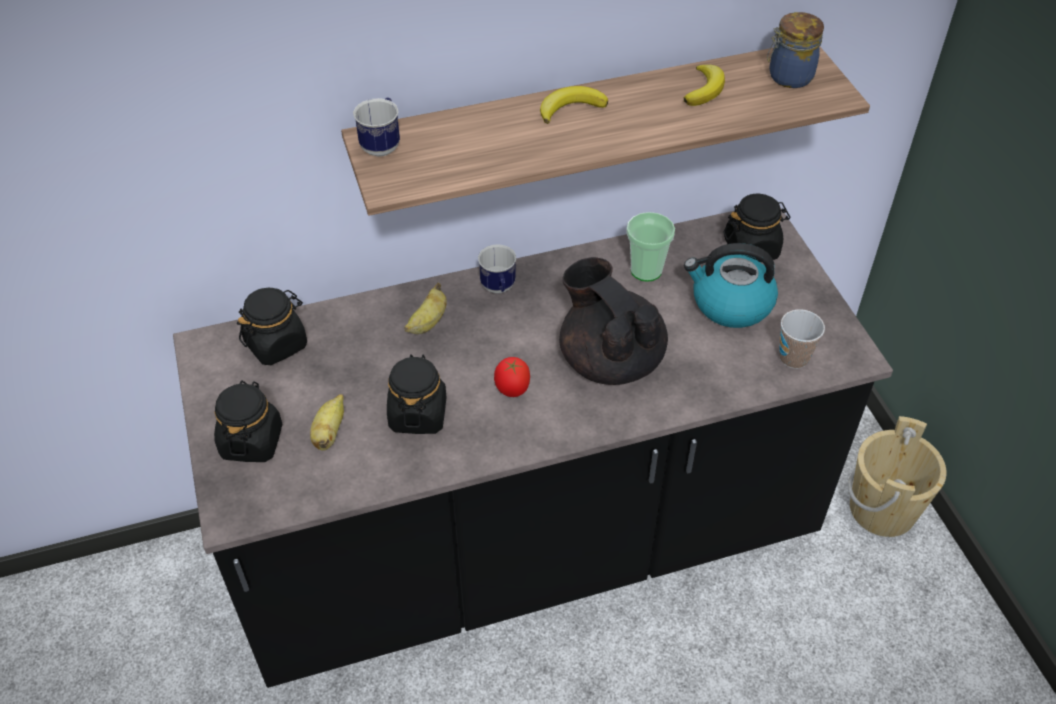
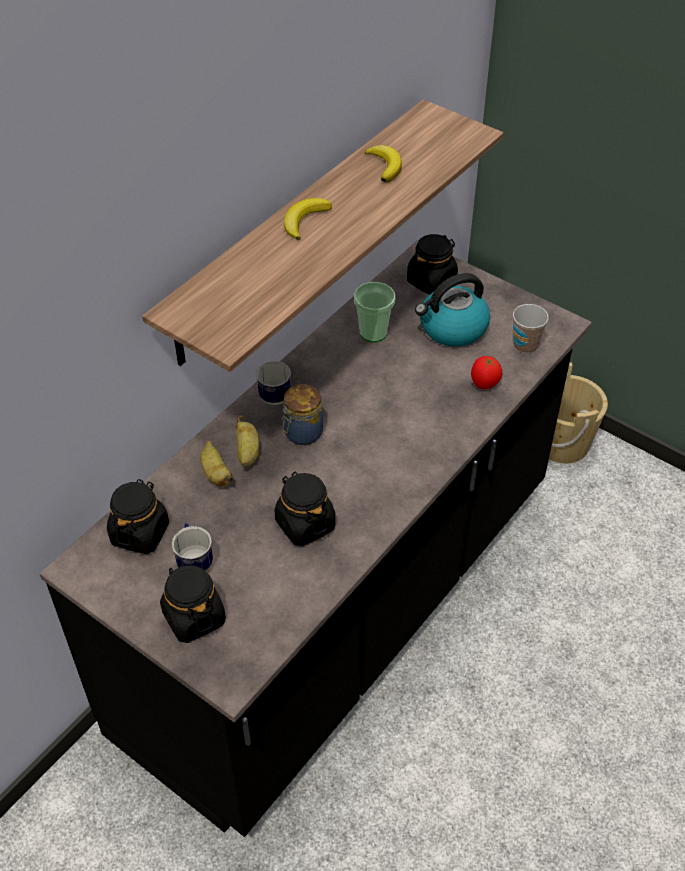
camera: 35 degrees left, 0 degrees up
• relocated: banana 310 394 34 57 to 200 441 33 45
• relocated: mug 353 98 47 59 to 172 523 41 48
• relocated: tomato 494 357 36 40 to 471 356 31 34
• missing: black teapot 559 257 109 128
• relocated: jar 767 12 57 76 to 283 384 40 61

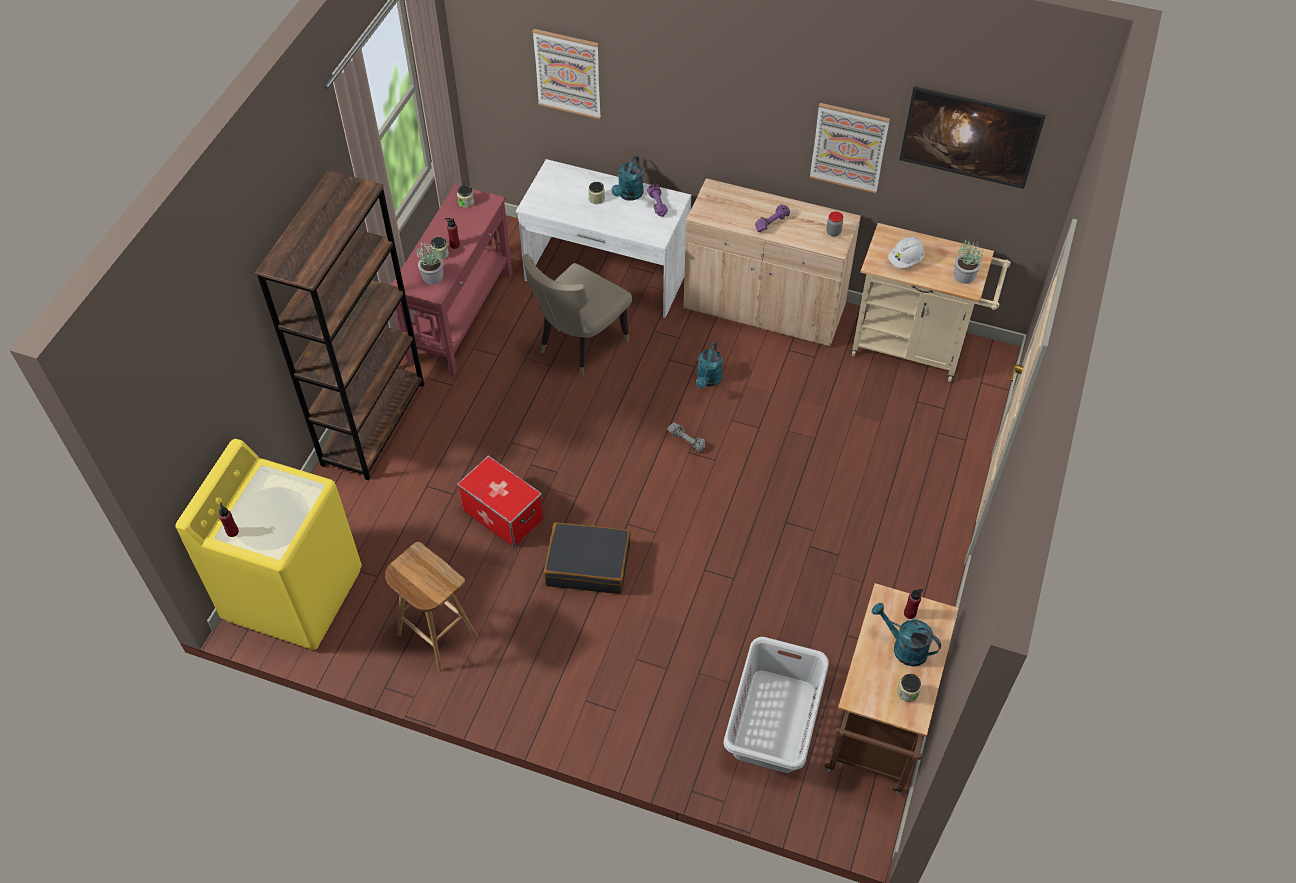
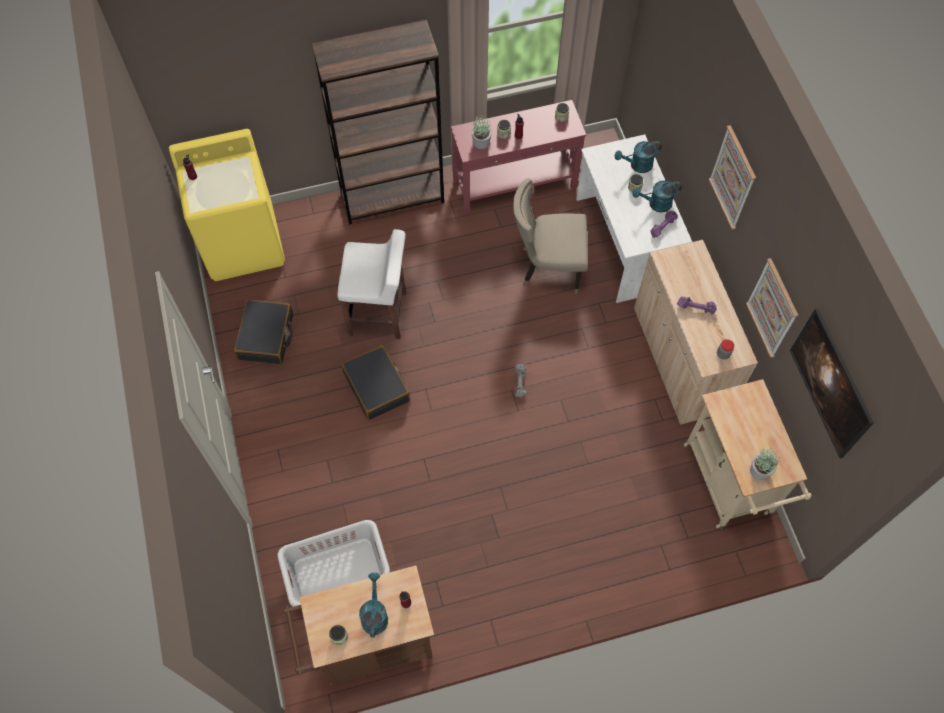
camera: 55 degrees right, 10 degrees up
• exchanged: brown stool 385 542 93 130 to black suitcase 234 299 59 65
• exchanged: storage box 457 456 87 92 to white stool 337 229 69 110
• relocated: picture 532 29 69 90 to 709 125 47 105
• relocated: turquoise watering can 696 342 27 46 to 615 141 46 32
• missing: white hard hat 888 237 37 31

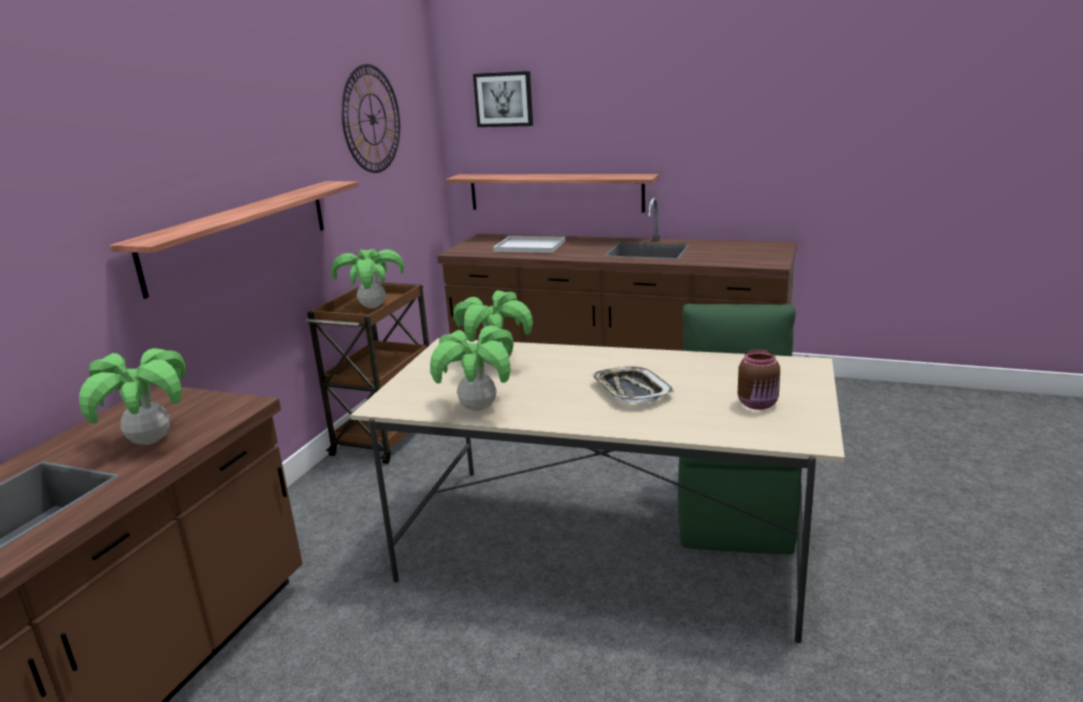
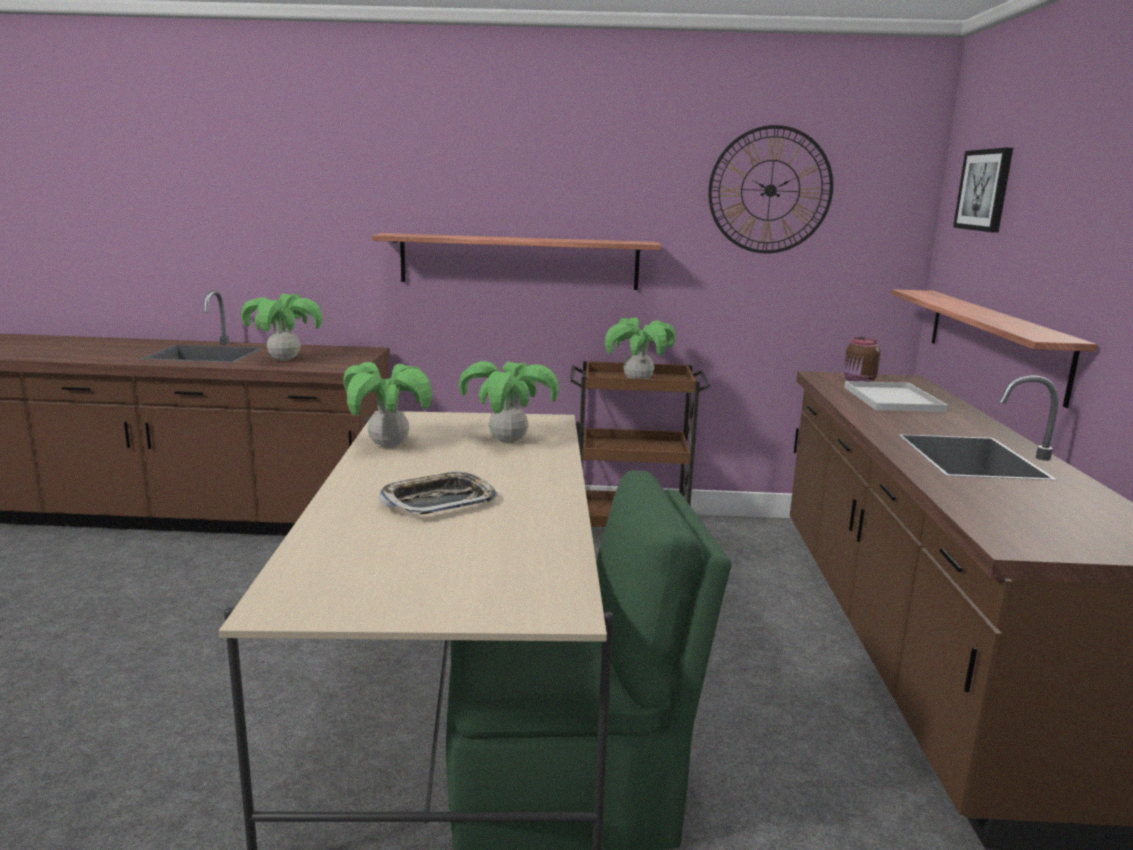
camera: 70 degrees right, 5 degrees down
• relocated: brown jar 738 350 42 60 to 844 337 37 45

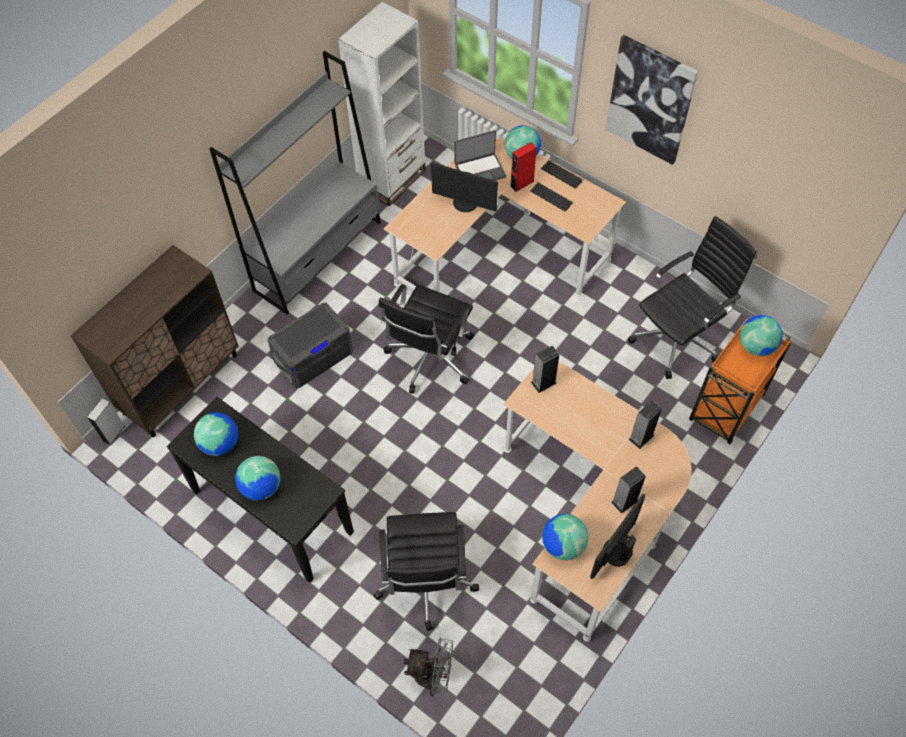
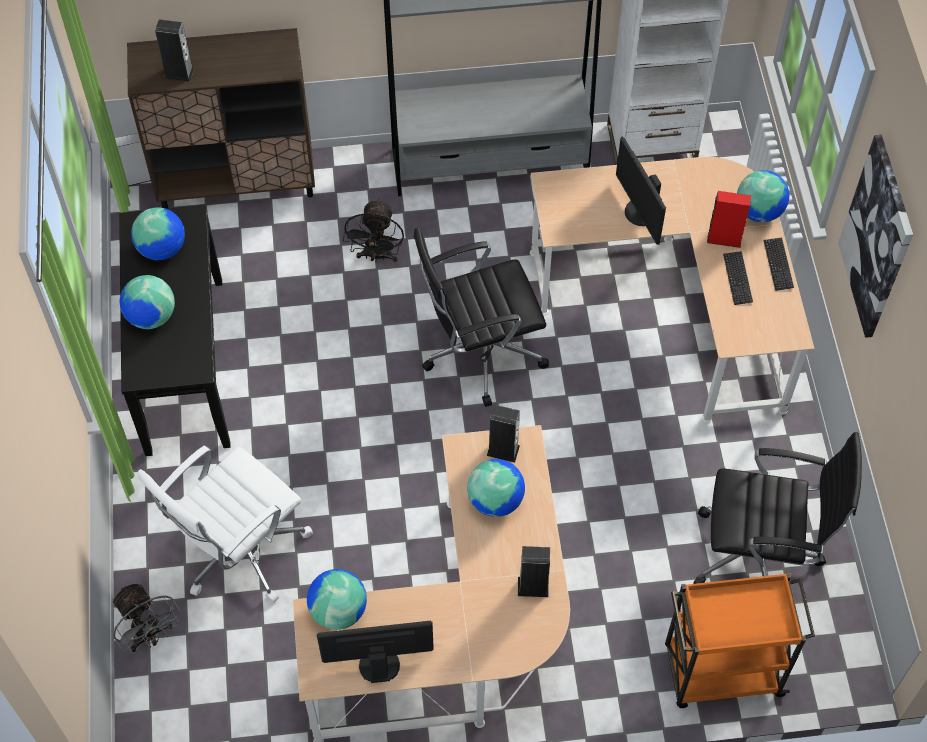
camera: 45 degrees right, 0 degrees up
• exchanged: grey storage box 268 303 85 85 to black fan 343 198 61 65
• colour: black office chair 373 512 106 119 to white office chair 138 446 175 157
• missing: laptop 454 130 52 50
• relocated: speaker 611 466 35 48 to 155 19 39 63
• relocated: globe 740 315 43 41 to 467 459 58 58

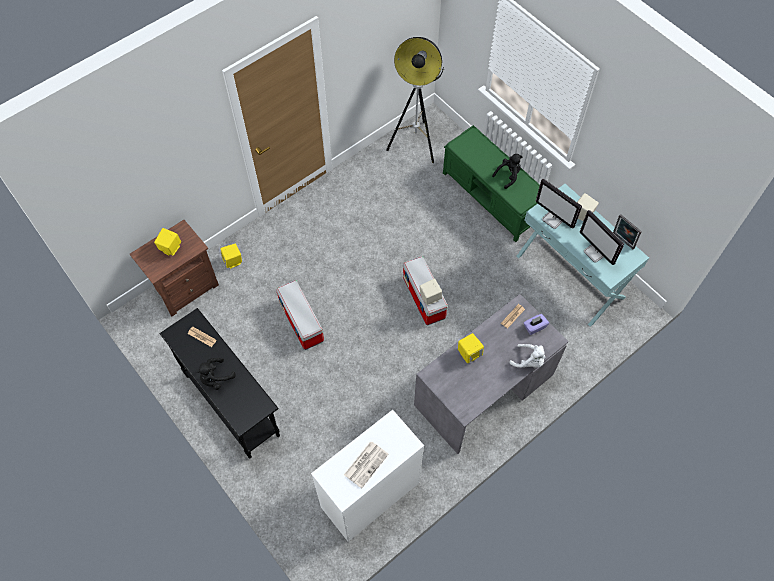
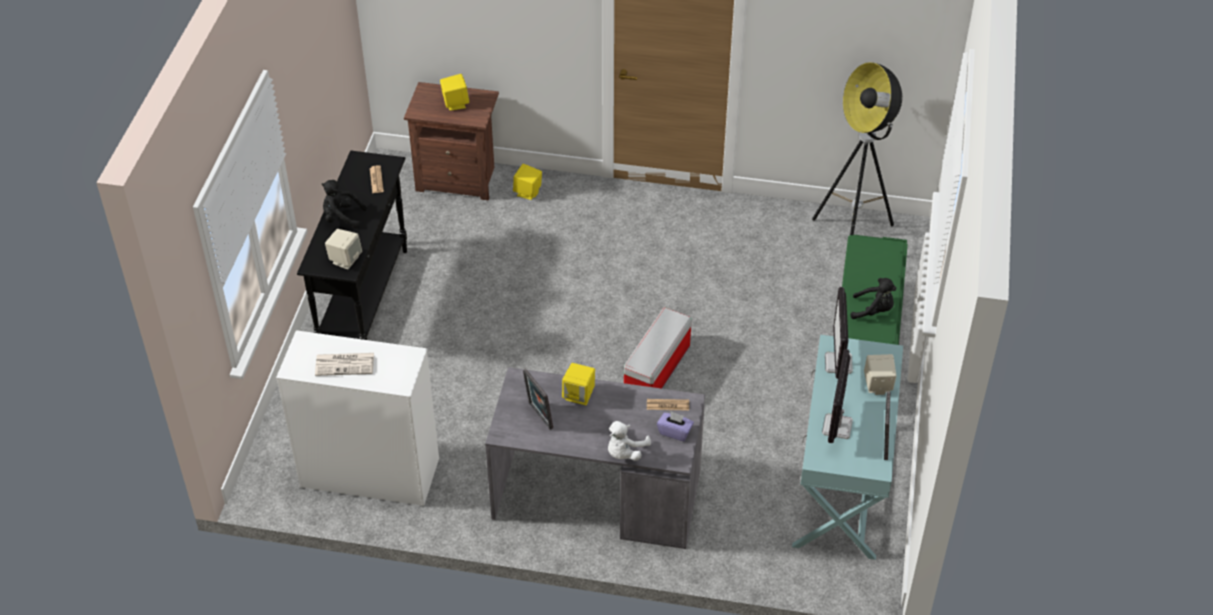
camera: 50 degrees right, 15 degrees down
• missing: storage box 276 280 48 70
• relocated: beige speaker 420 279 22 26 to 325 229 37 41
• spun: white plush toy 509 344 37 24 = 608 421 43 40 45 degrees clockwise
• appeared: picture frame 523 369 30 61

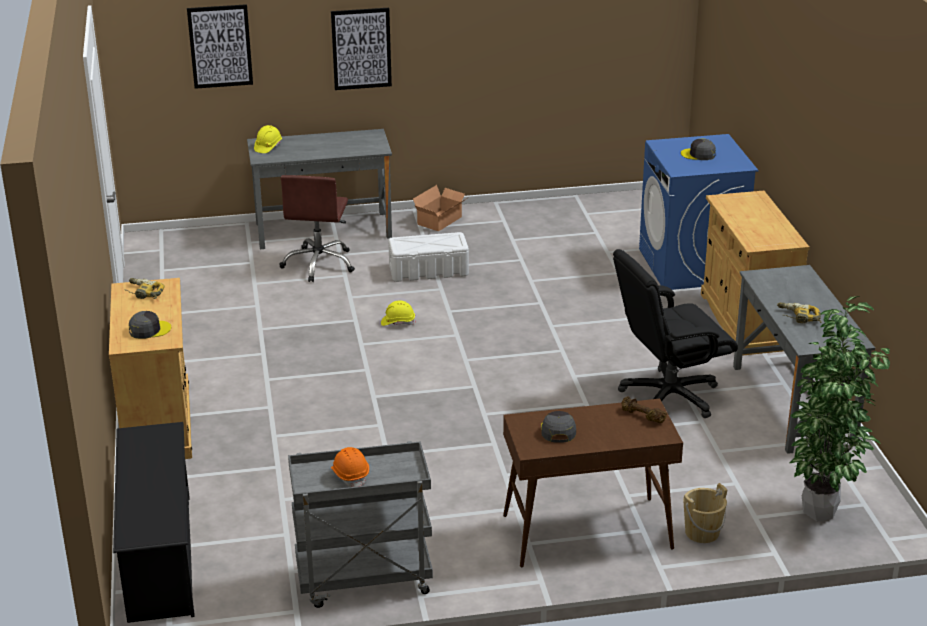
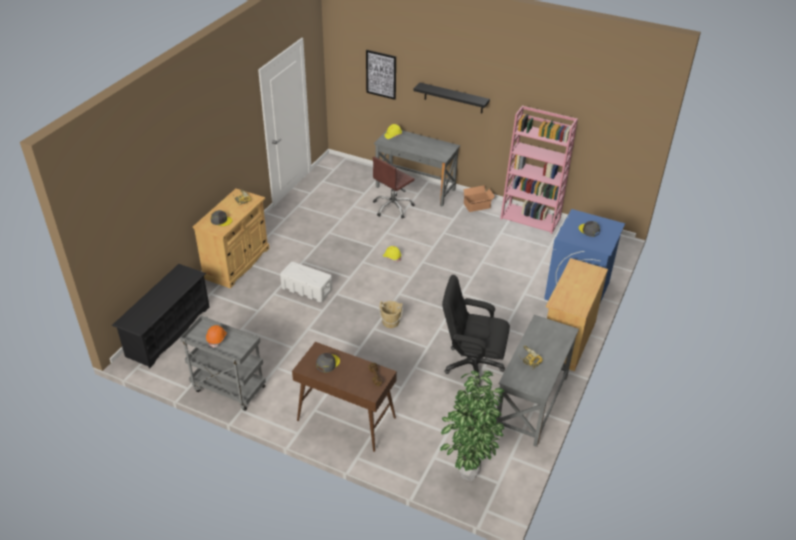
camera: 35 degrees right, 10 degrees up
• exchanged: picture 331 8 61 82 to black shelf 413 82 77 31
• relocated: white storage box 388 232 81 50 to 280 262 52 40
• relocated: beige bucket 683 483 44 60 to 379 301 24 27
• appeared: pink bookcase 500 106 78 128

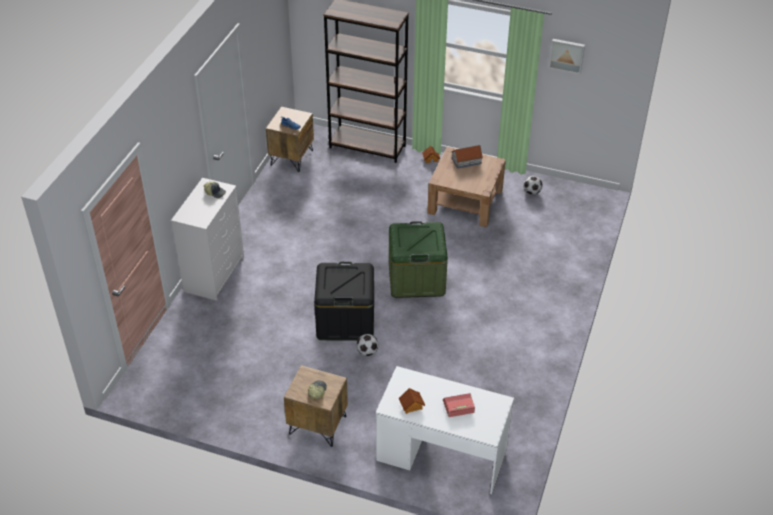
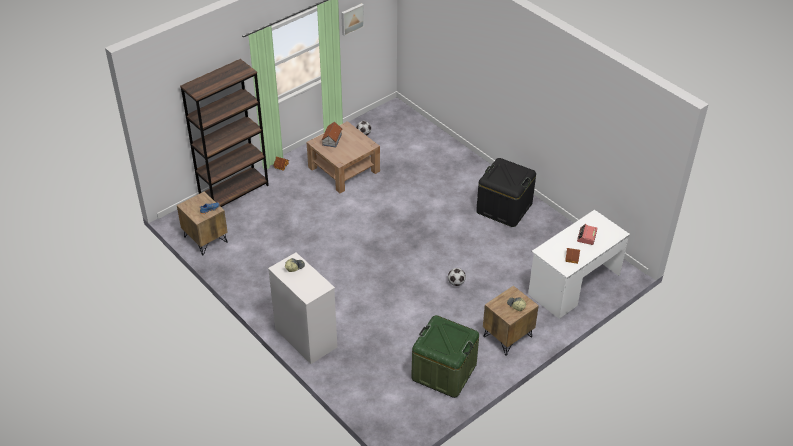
camera: 60 degrees left, 0 degrees up
• relocated: black storage box 314 262 60 79 to 476 158 60 69
• relocated: green storage box 389 221 59 77 to 411 315 68 83

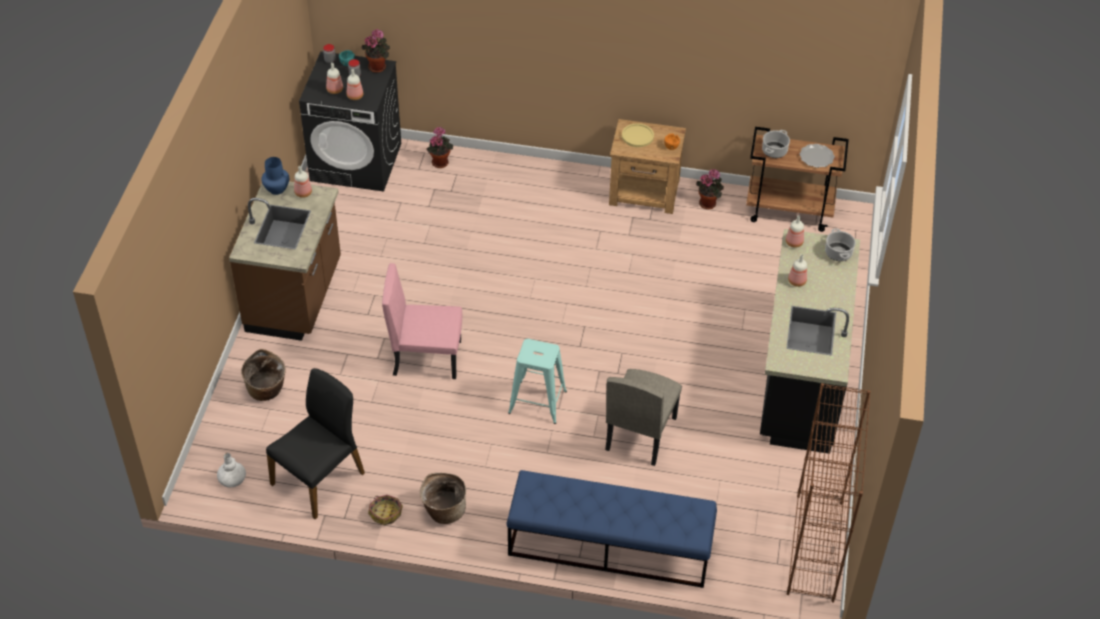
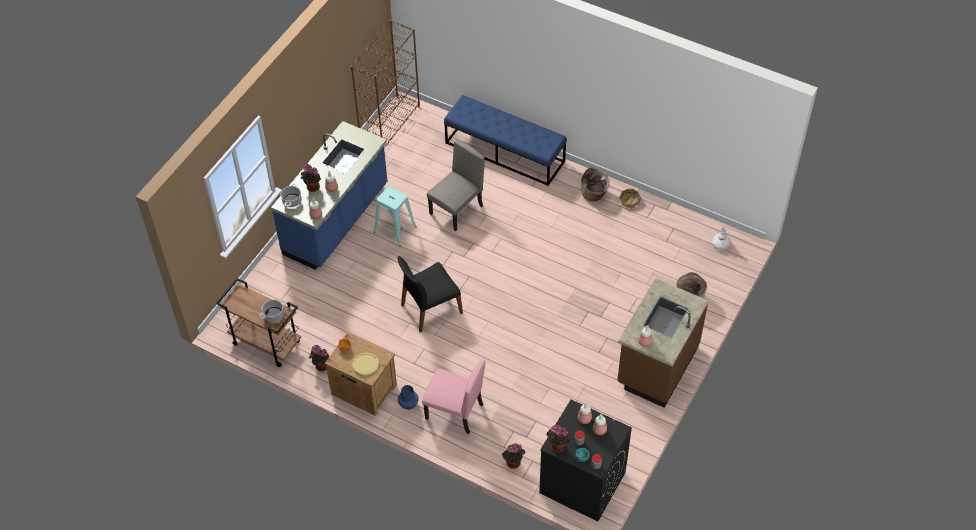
camera: 160 degrees left, 5 degrees up
• relocated: blue vase 261 157 28 38 to 398 385 20 25
• relocated: black chair 266 368 99 151 to 398 256 65 77
• relocated: pink chair 382 263 80 116 to 422 360 63 74
• relocated: turquoise stool 508 339 59 85 to 373 187 44 59
• colour: black counter 760 229 100 225 to blue counter 271 121 116 149
• missing: plate 799 144 36 24
• appeared: potted plant 301 164 20 28

